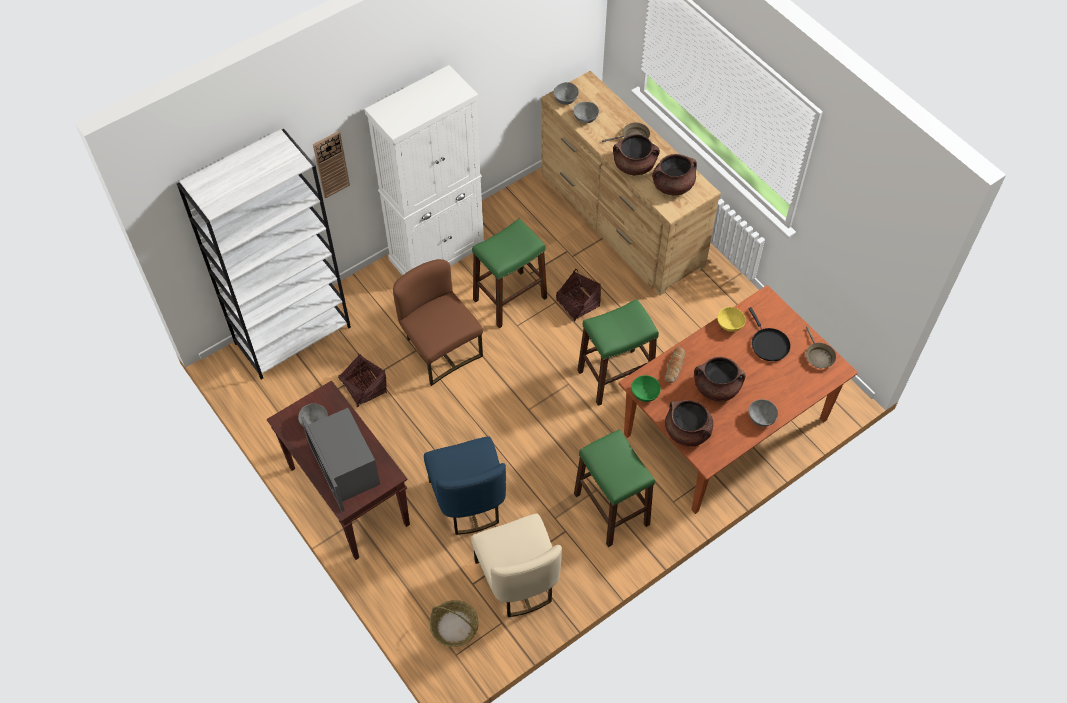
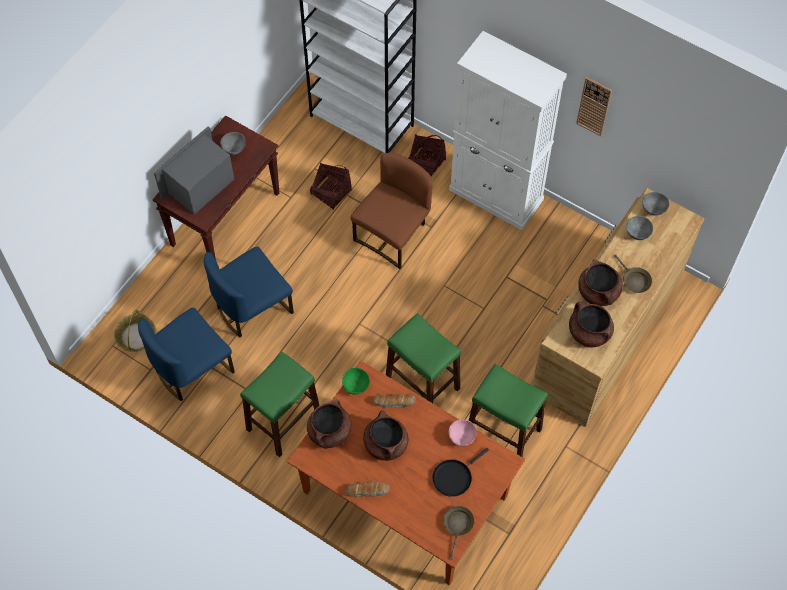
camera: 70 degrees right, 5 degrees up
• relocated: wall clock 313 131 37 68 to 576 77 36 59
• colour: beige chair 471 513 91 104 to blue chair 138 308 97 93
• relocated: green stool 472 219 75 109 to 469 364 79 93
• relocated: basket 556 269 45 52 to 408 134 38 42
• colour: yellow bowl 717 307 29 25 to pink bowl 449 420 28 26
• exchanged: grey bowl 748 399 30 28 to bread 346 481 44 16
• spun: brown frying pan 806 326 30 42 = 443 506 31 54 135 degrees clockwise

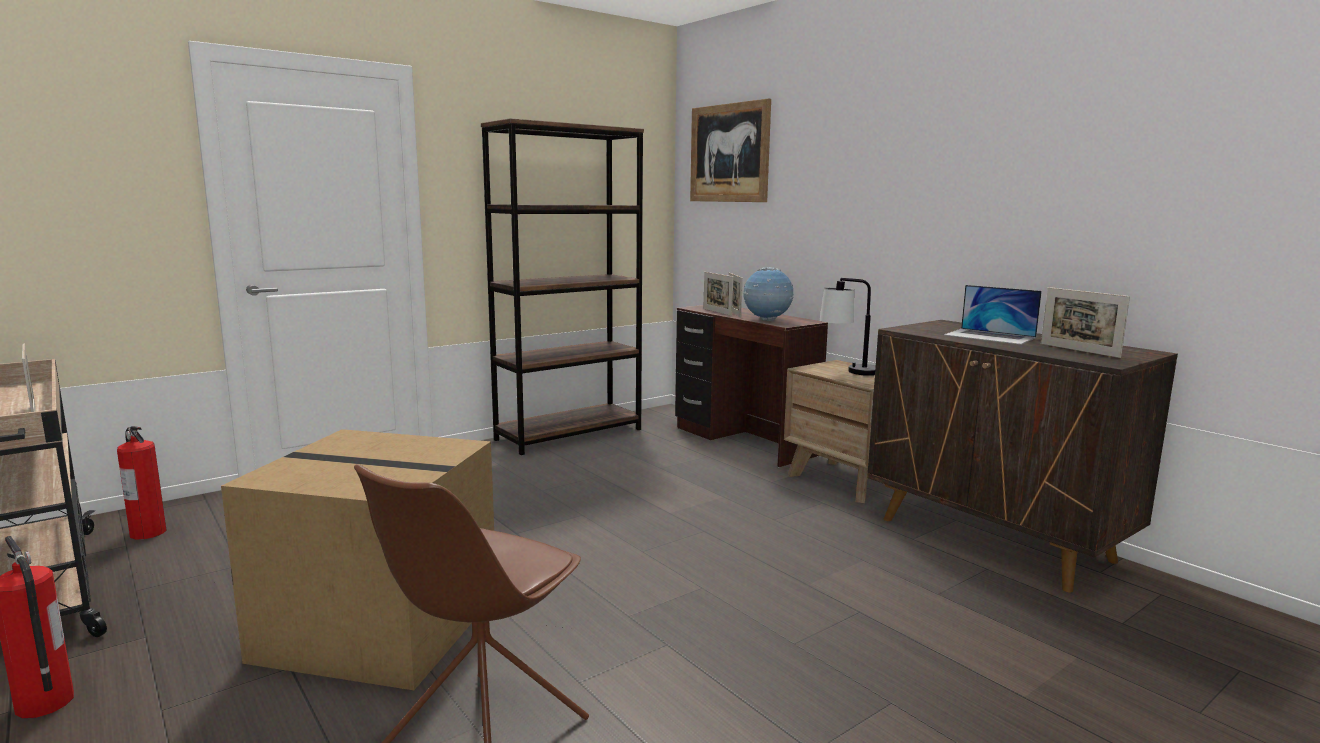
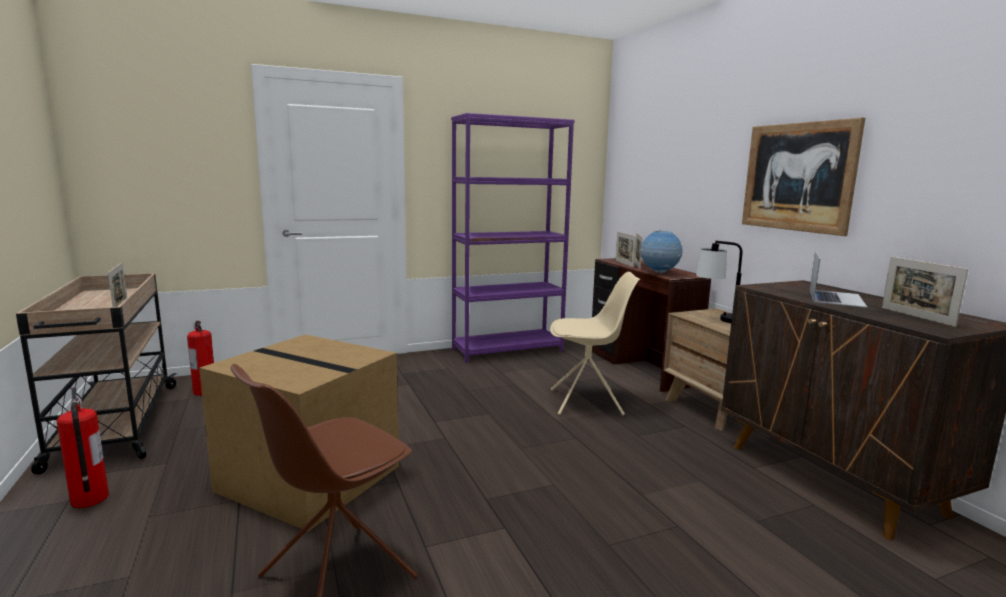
camera: 15 degrees right, 0 degrees up
• colour: brown bookcase 481 118 163 337 to purple bookcase 451 113 124 250
• relocated: picture 690 98 81 104 to 742 117 123 119
• spun: laptop 944 285 98 60 = 810 251 57 57 120 degrees counterclockwise
• appeared: beige chair 550 272 90 143

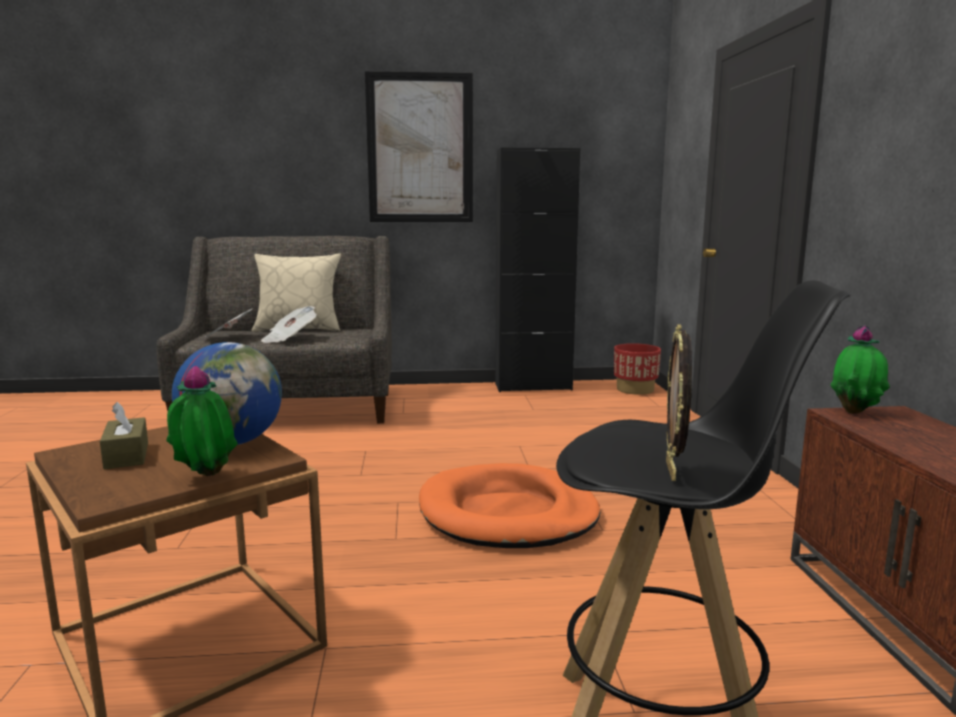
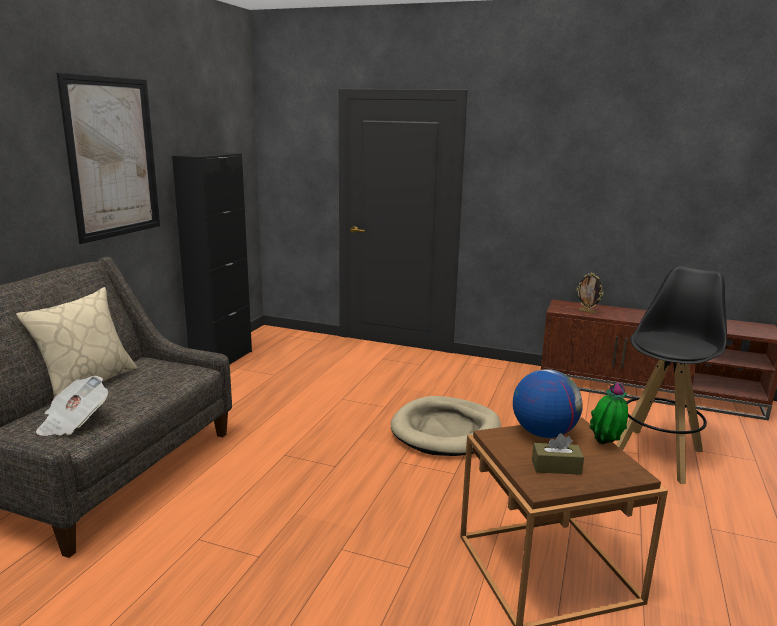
camera: 65 degrees left, 5 degrees up
• missing: newspaper 261 306 55 37
• colour: orange dog bed 419 463 181 85 to beige dog bed 391 396 110 60
• missing: red planter 614 343 47 52
• relocated: picture frame 666 324 26 157 to 577 273 26 40
• missing: potted plant 830 325 60 89

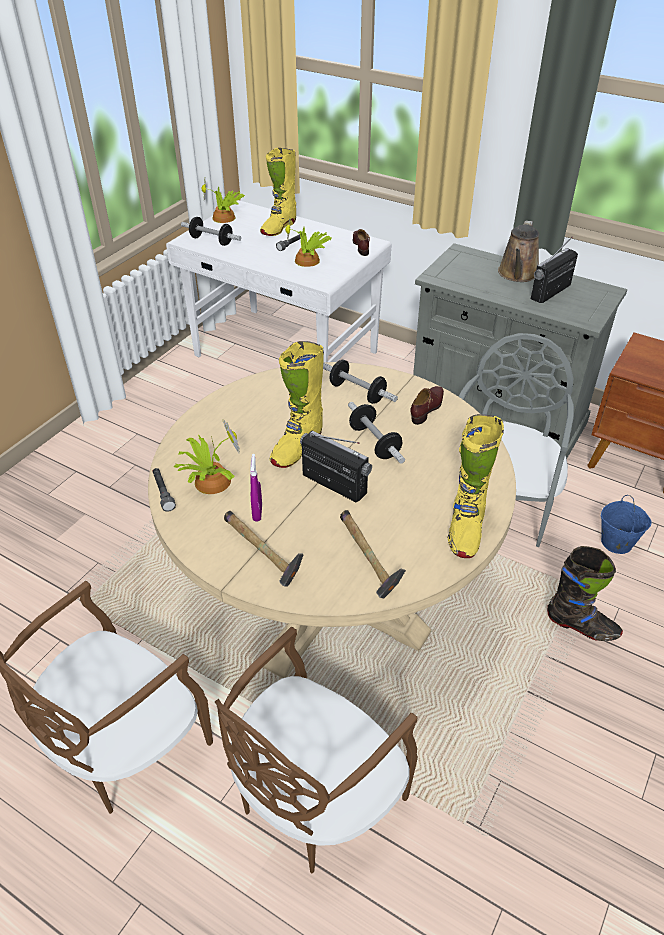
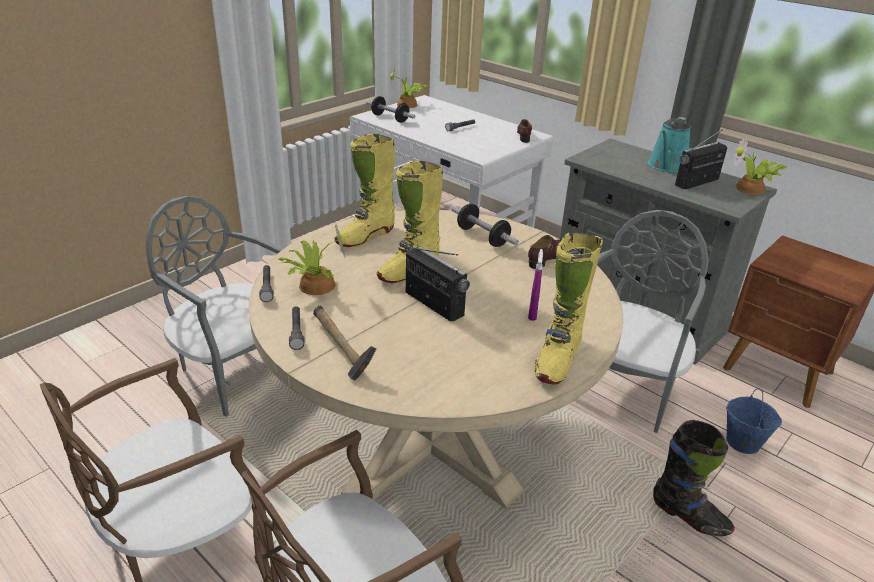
camera: 10 degrees right, 10 degrees down
• relocated: purple spray bottle 250 454 12 68 to 528 249 15 72
• relocated: yellow boot 260 148 36 88 to 334 134 61 113
• relocated: potted plant 285 220 46 47 to 734 138 53 57
• missing: hammer 340 510 66 88
• missing: dumbbell 348 402 57 62
• colour: brown watering can 498 221 41 61 to turquoise watering can 648 117 43 56
• appeared: grey chair 146 196 137 221
• appeared: grey flashlight 289 306 16 44

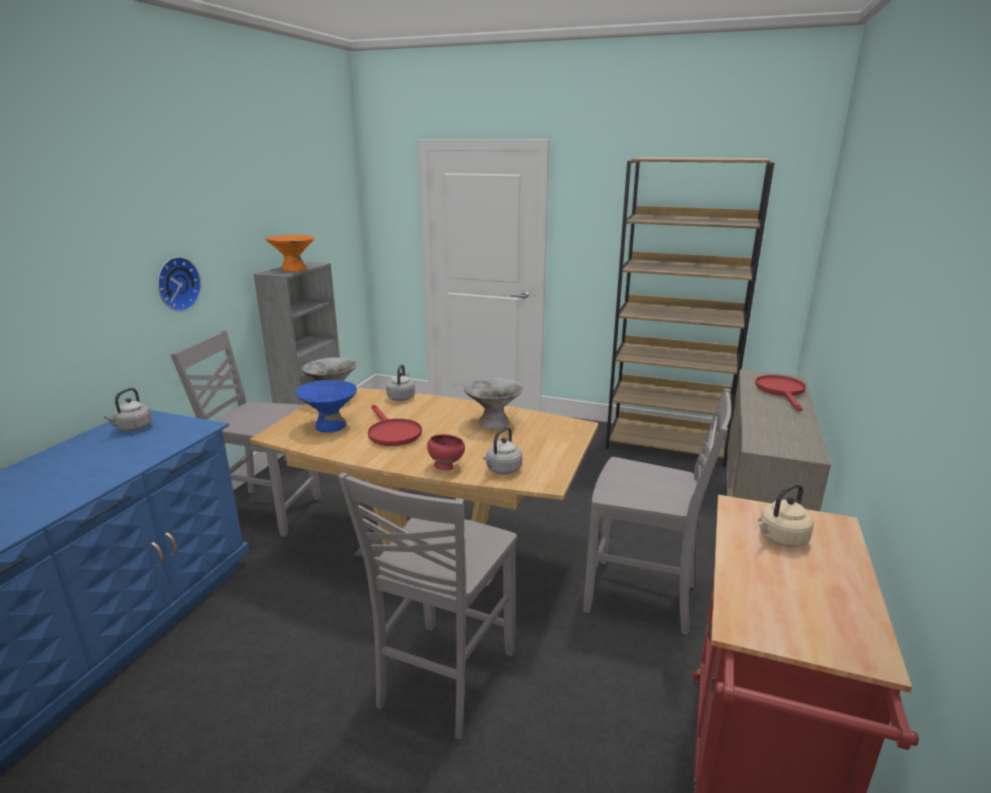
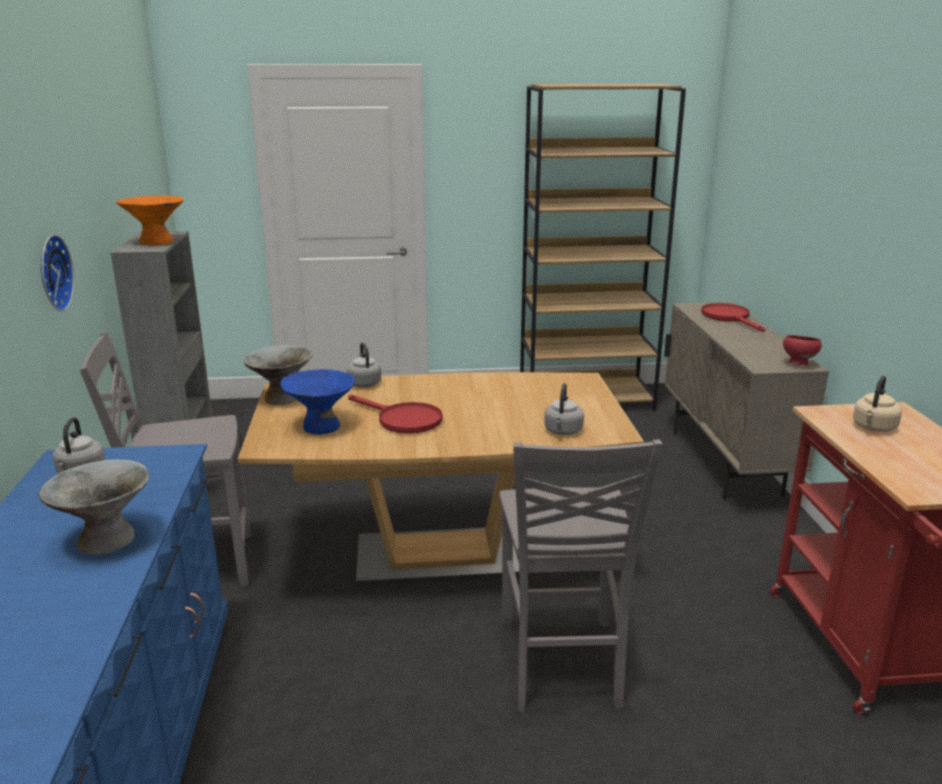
camera: 25 degrees left, 0 degrees up
• relocated: red bowl 427 434 38 37 to 783 335 39 30
• relocated: grey bowl 464 378 59 51 to 38 460 111 95
• missing: grey chair 583 388 148 247

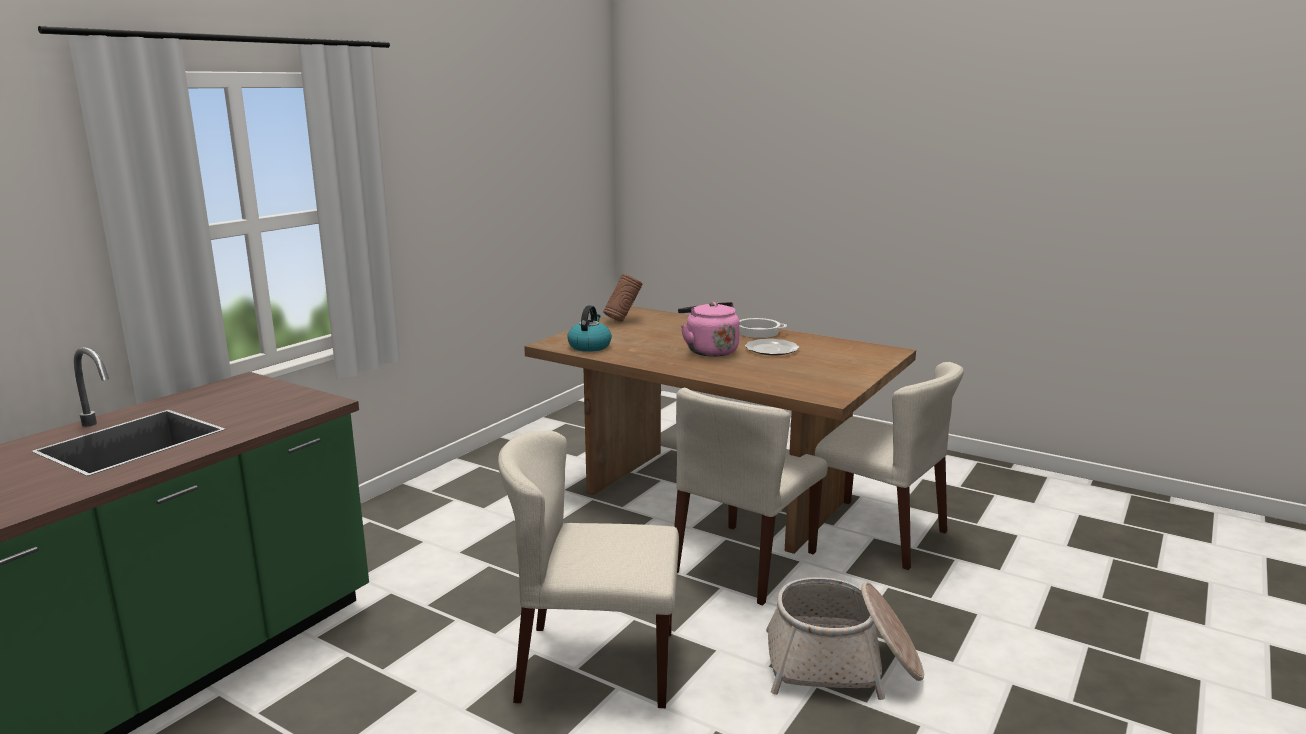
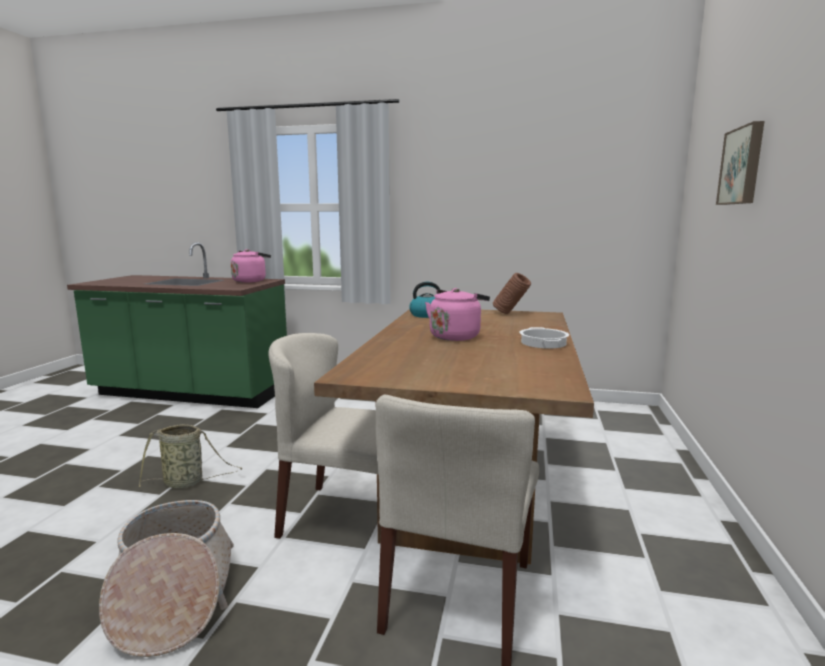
camera: 70 degrees right, 5 degrees down
• exchanged: beige chair 498 431 181 277 to basket 138 424 105 65
• missing: plate 745 339 54 16
• appeared: pink kettle 231 249 40 34
• appeared: picture 716 121 48 84

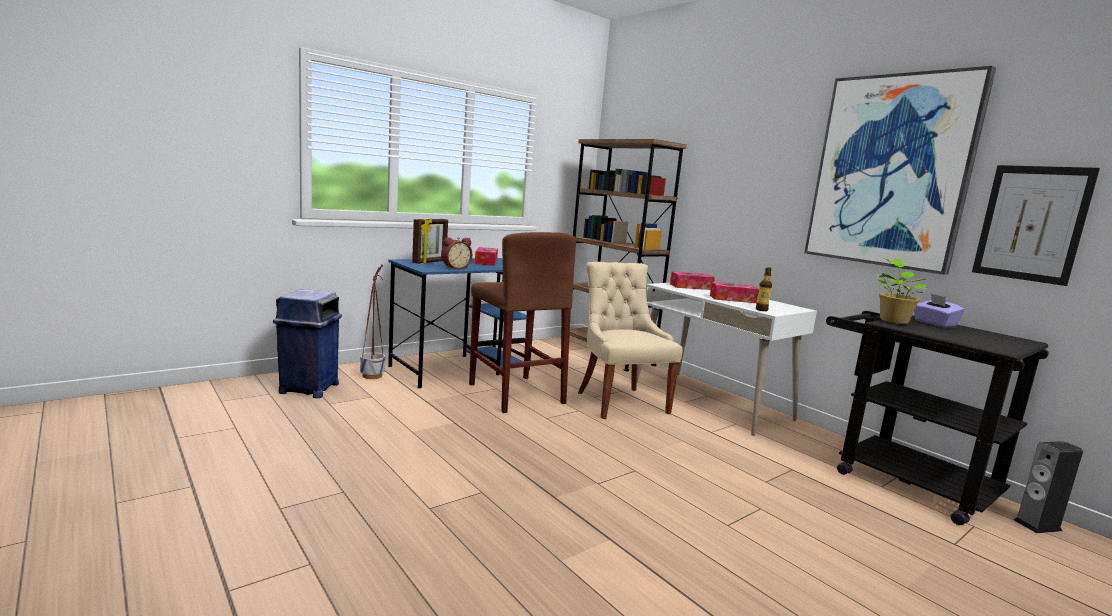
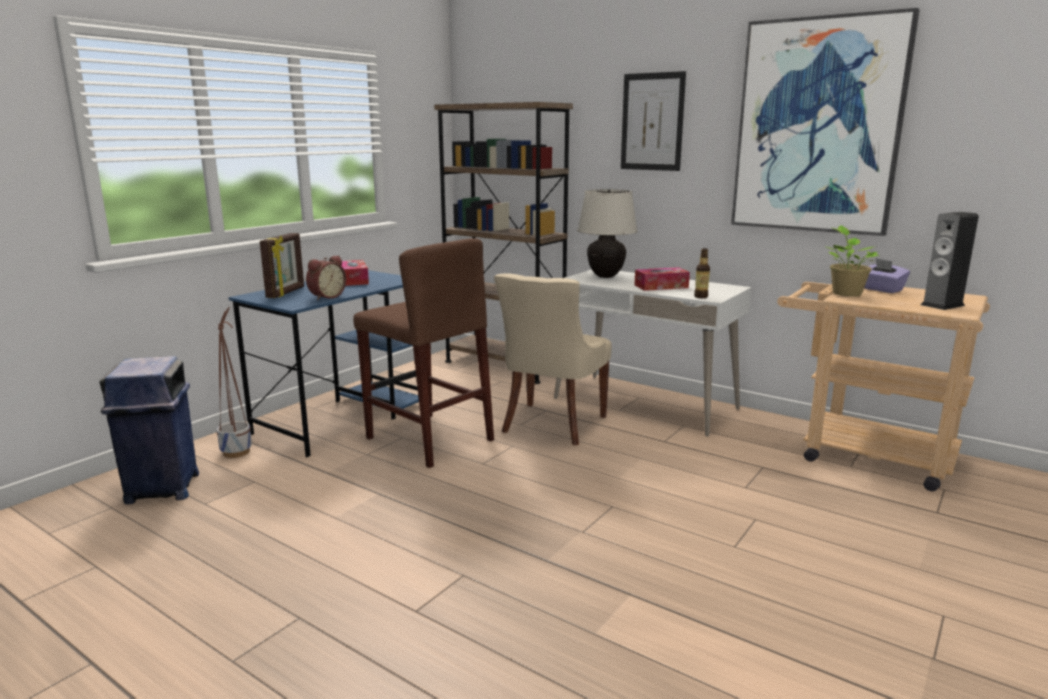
camera: 15 degrees left, 5 degrees up
• spun: beige chair 578 262 105 157 = 494 273 118 173 120 degrees counterclockwise
• exchanged: tissue box 670 272 45 18 to beige table lamp 577 189 61 89
• colour: black cart 826 311 223 214 to beige cart 777 282 213 209
• relocated: picture 972 165 128 121 to 621 71 65 100
• relocated: speaker 1014 441 69 92 to 921 212 58 98

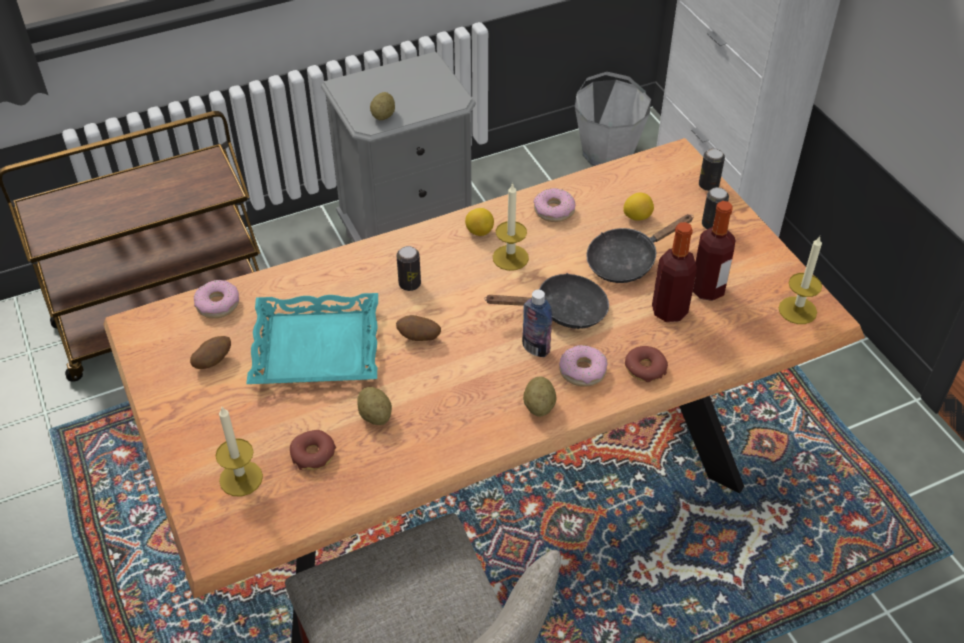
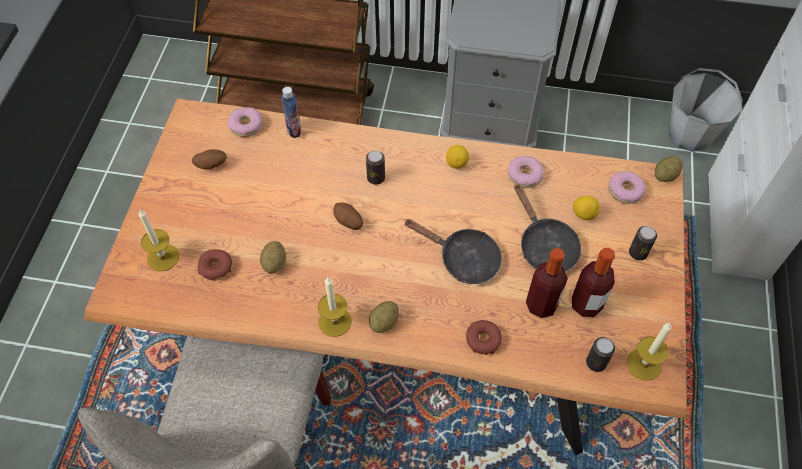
camera: 35 degrees right, 10 degrees up
• missing: turquoise tray 246 293 132 91
• relocated: potato 370 92 25 28 to 655 156 28 26
• relocated: candle 493 183 36 88 to 318 277 34 60
• relocated: bottle 522 290 30 67 to 281 87 20 51
• relocated: donut 559 345 48 42 to 608 171 38 33
• spun: black frying pan 586 214 108 69 = 514 183 67 89 120 degrees counterclockwise
• relocated: can 699 148 26 43 to 586 337 29 35

